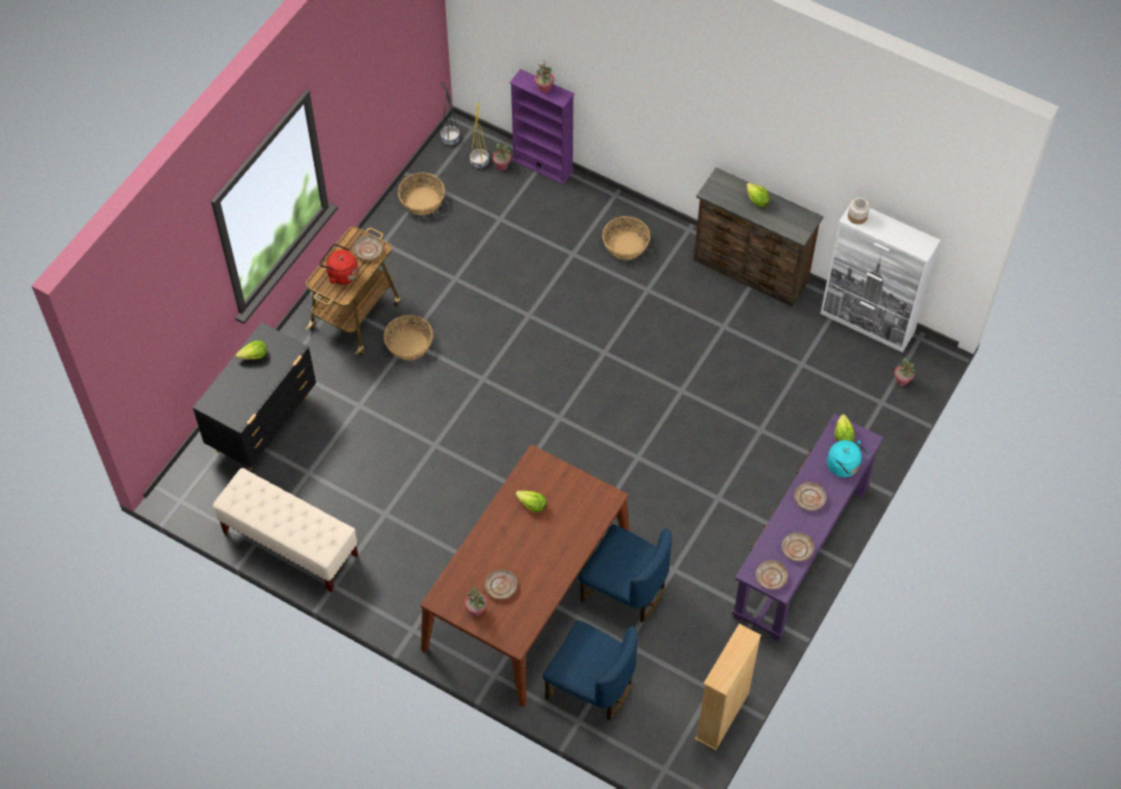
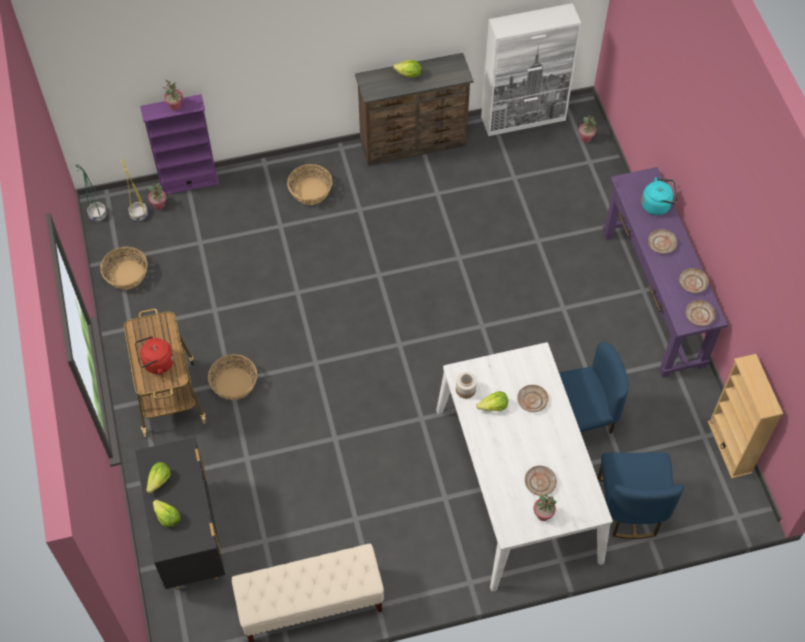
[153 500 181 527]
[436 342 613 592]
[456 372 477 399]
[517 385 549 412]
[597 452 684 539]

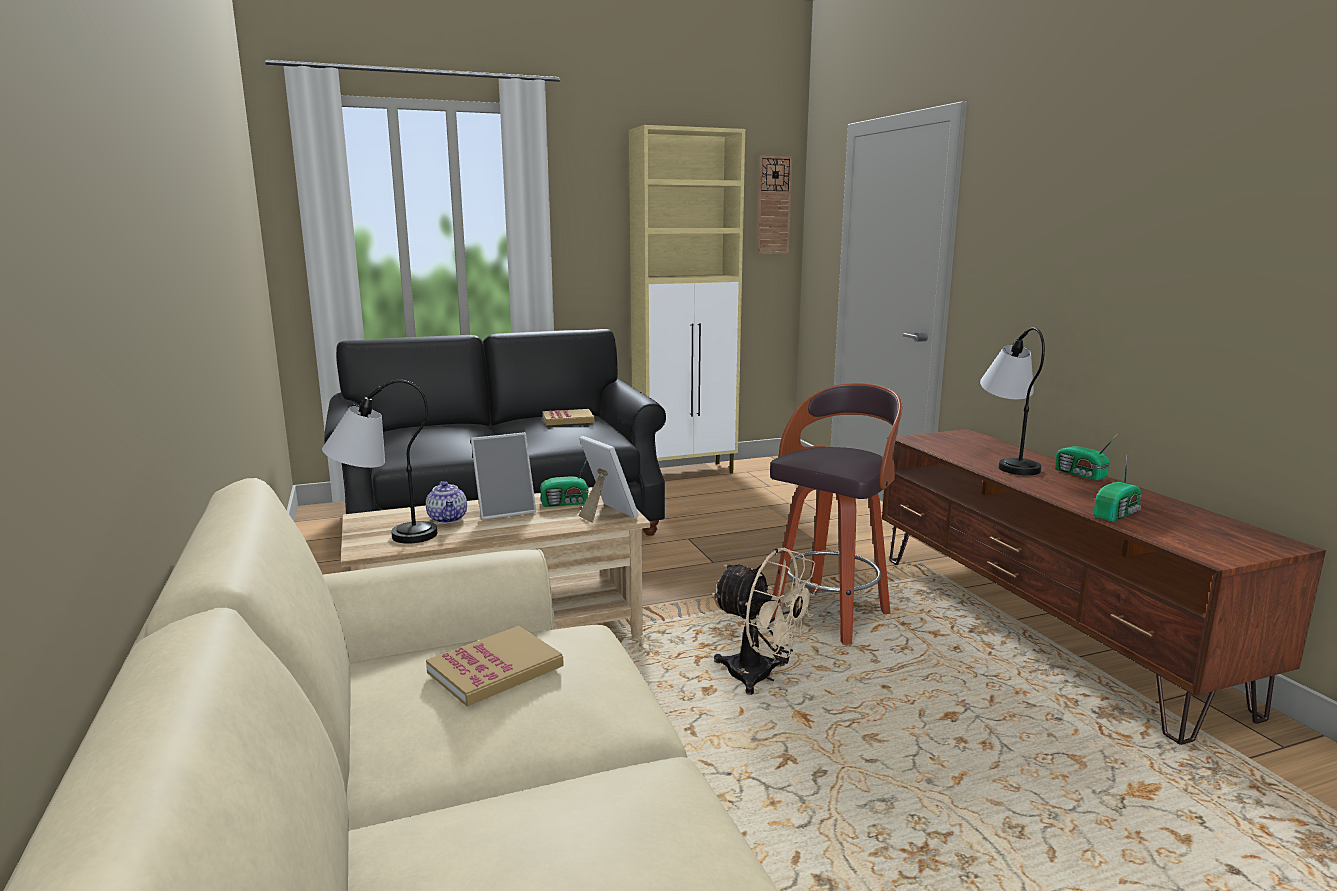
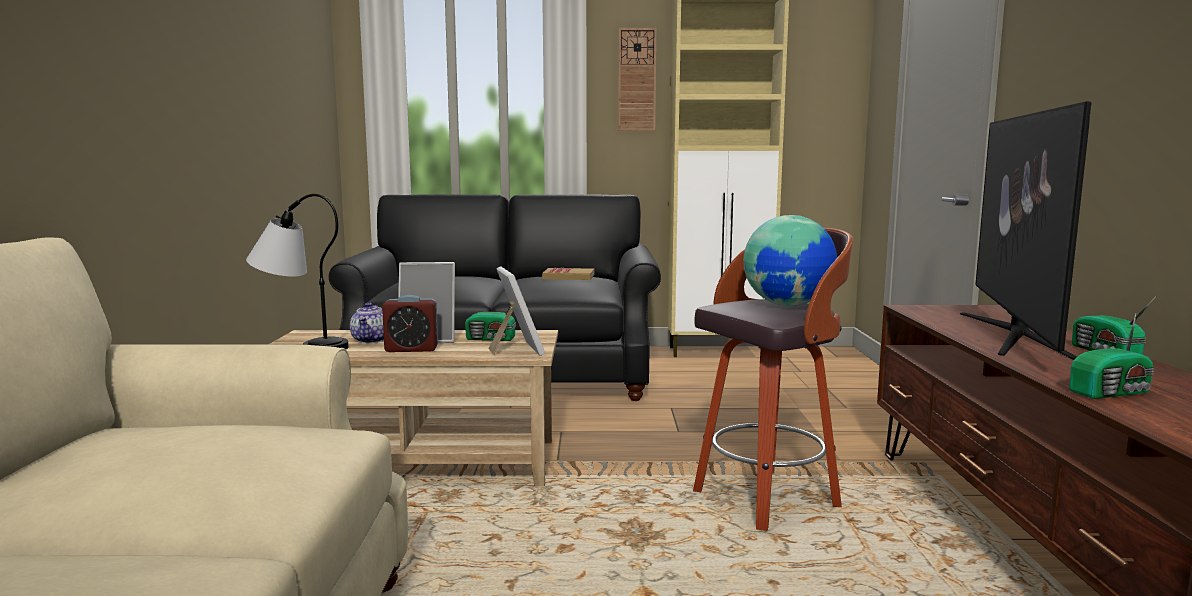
[382 295 438 352]
[618 28 657 131]
[743 215 837 306]
[960 101 1091 360]
[426 626 564 707] (first image)
[712 548 819 695] (first image)

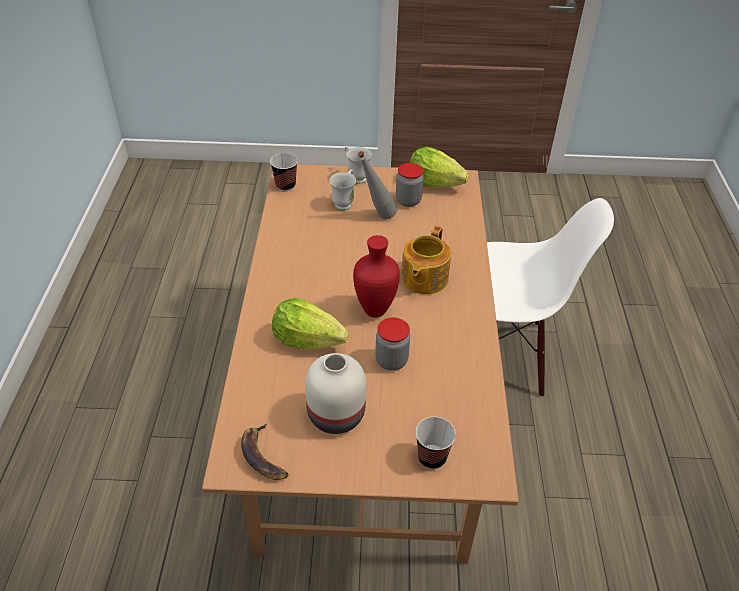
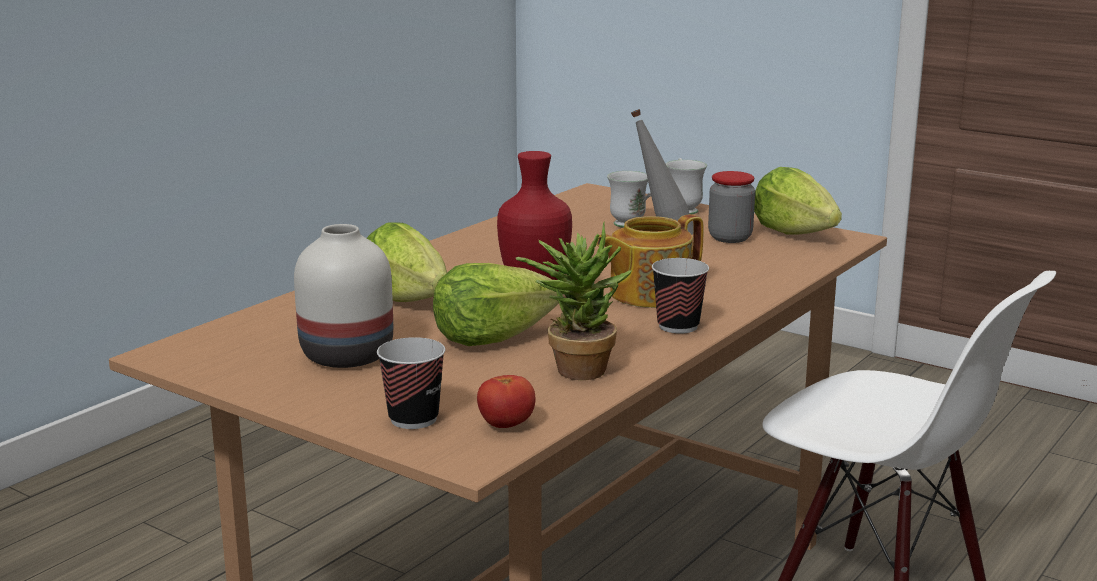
[433 263 559 346]
[477 375 535 428]
[516 222 632 380]
[652 258 709 334]
[241 423 288 480] (first image)

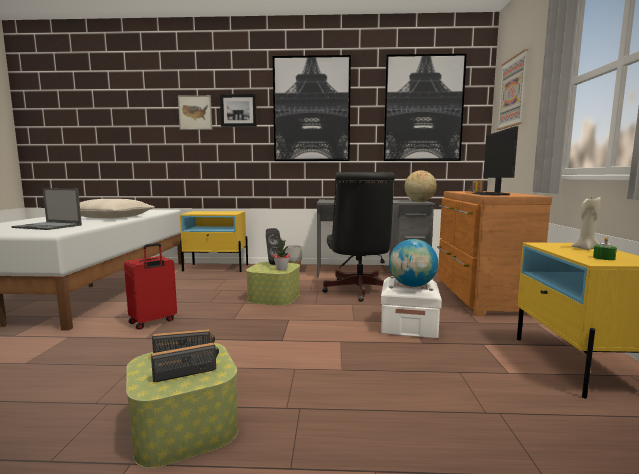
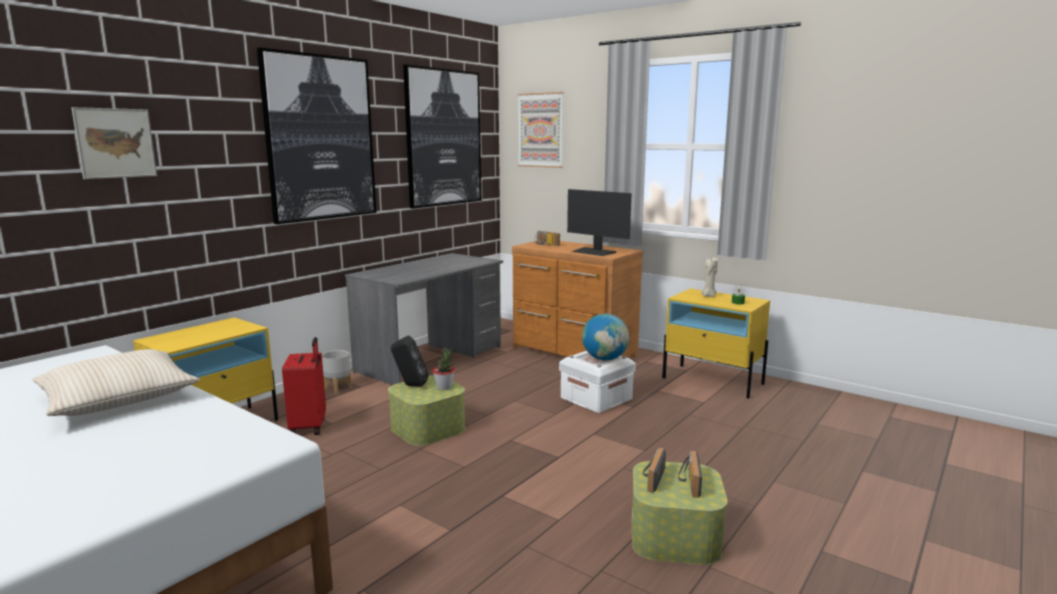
[282 337 326 435]
[11 188 82 230] (first image)
[220 94 257 127] (first image)
[322 172 395 302] (first image)
[404 170 437 202] (first image)

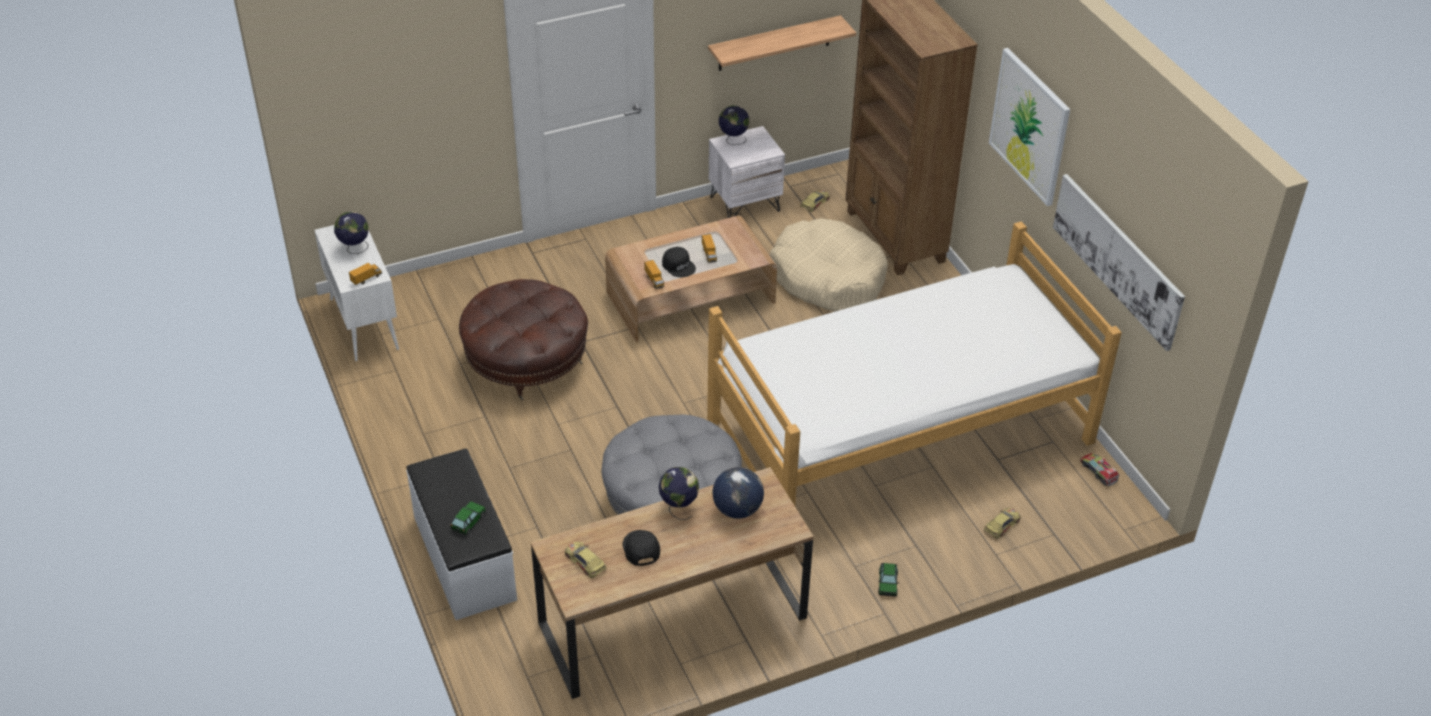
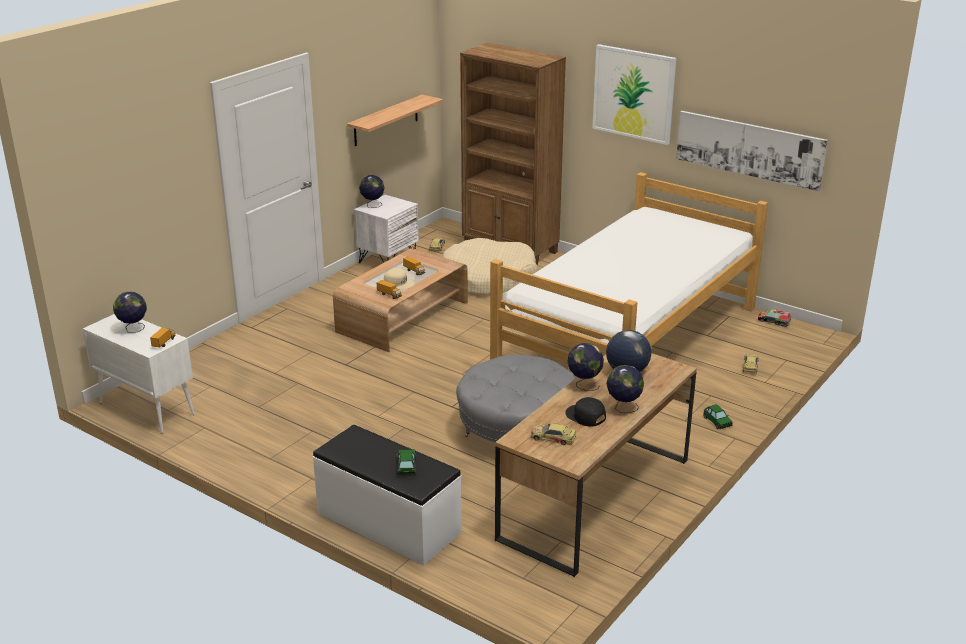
[384 268 415 289]
[606 365 644 413]
[459 279 588 400] (first image)

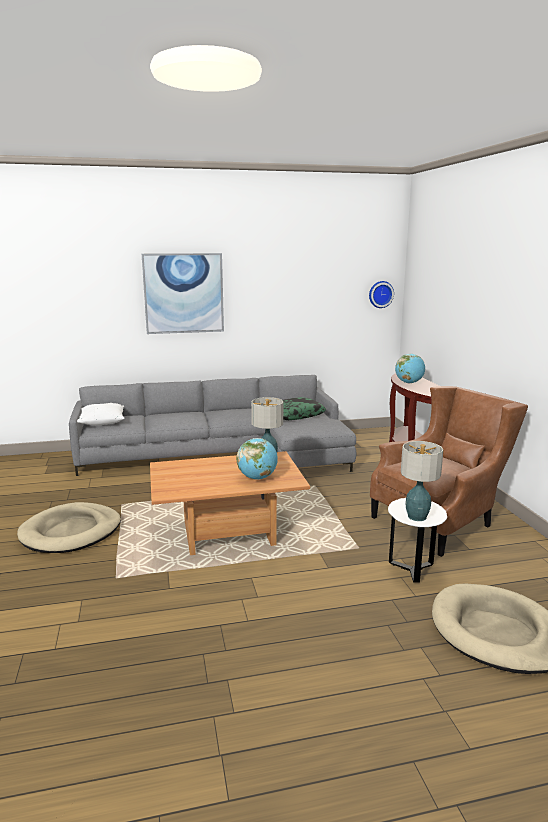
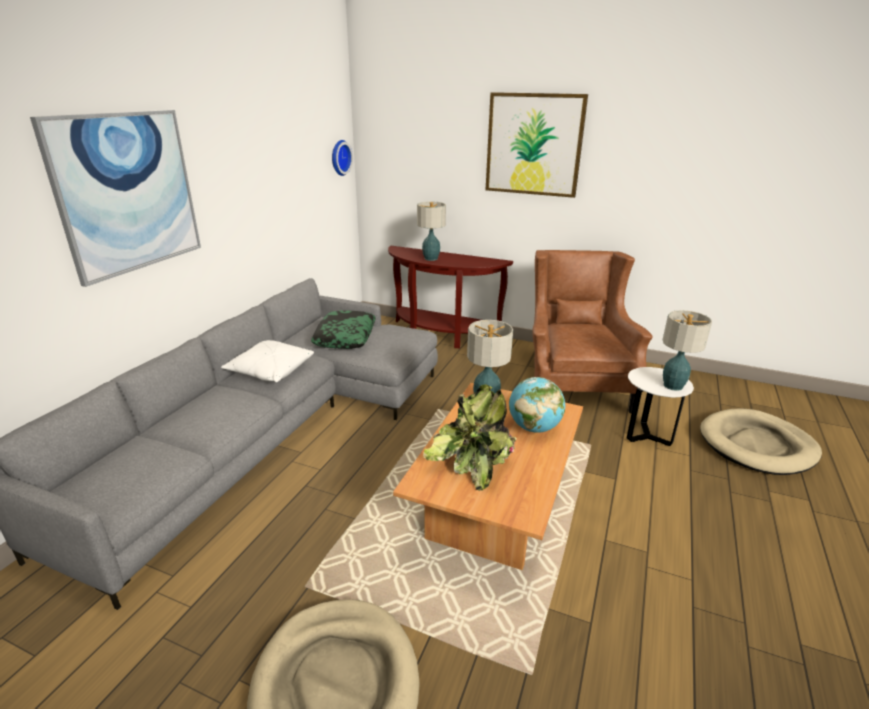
[221 340 314 382]
[417 201 446 261]
[423 384 517 491]
[486 92 588 198]

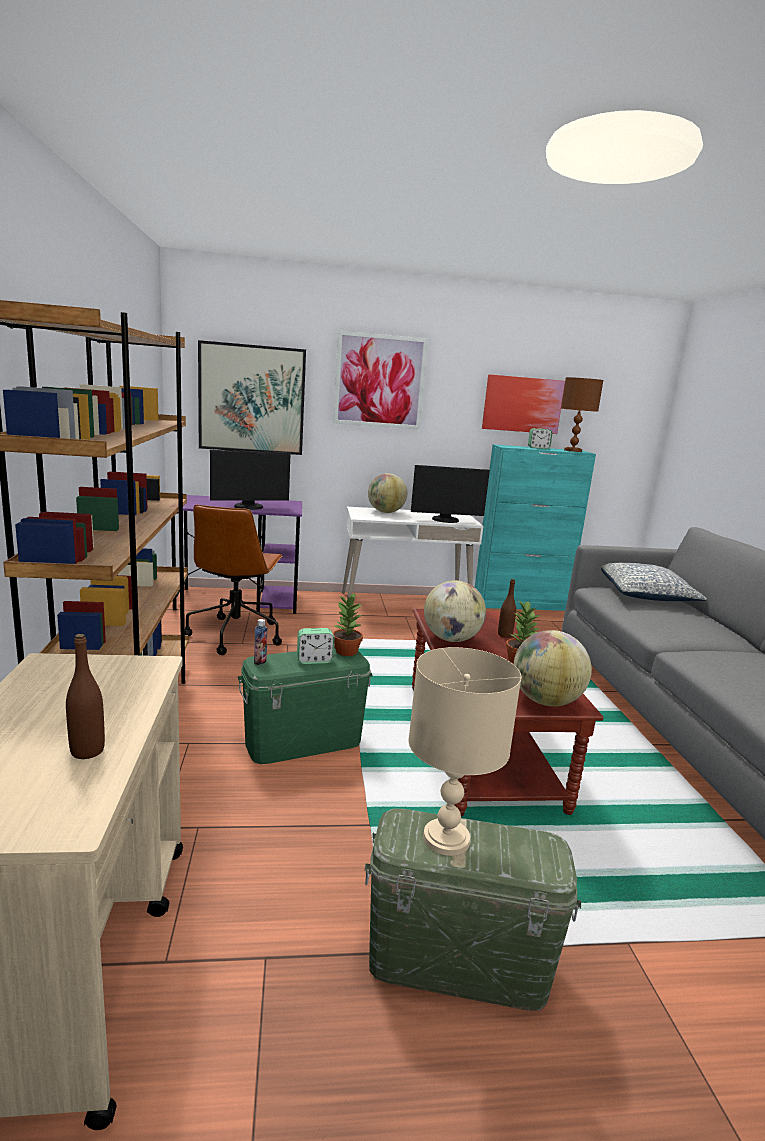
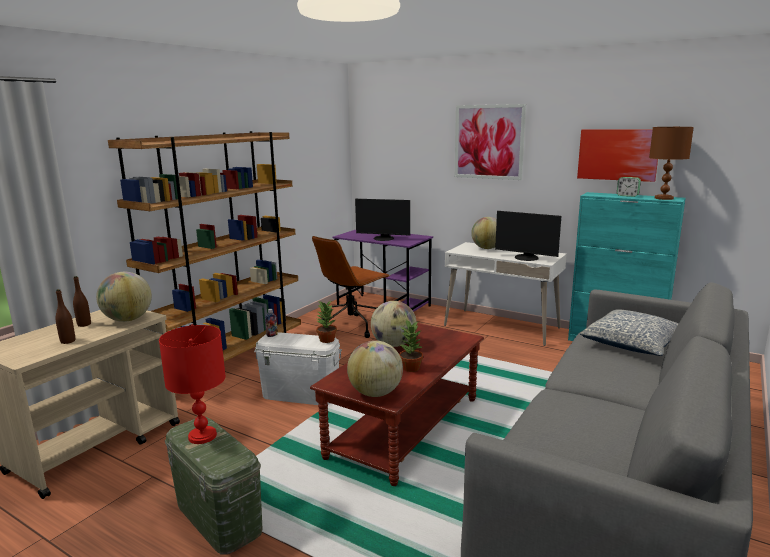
[73 276 91 327]
[96 272 152 322]
[159 325 226 444]
[254 332 342 405]
[198 340 306 455] (first image)
[297 628 335 664] (first image)

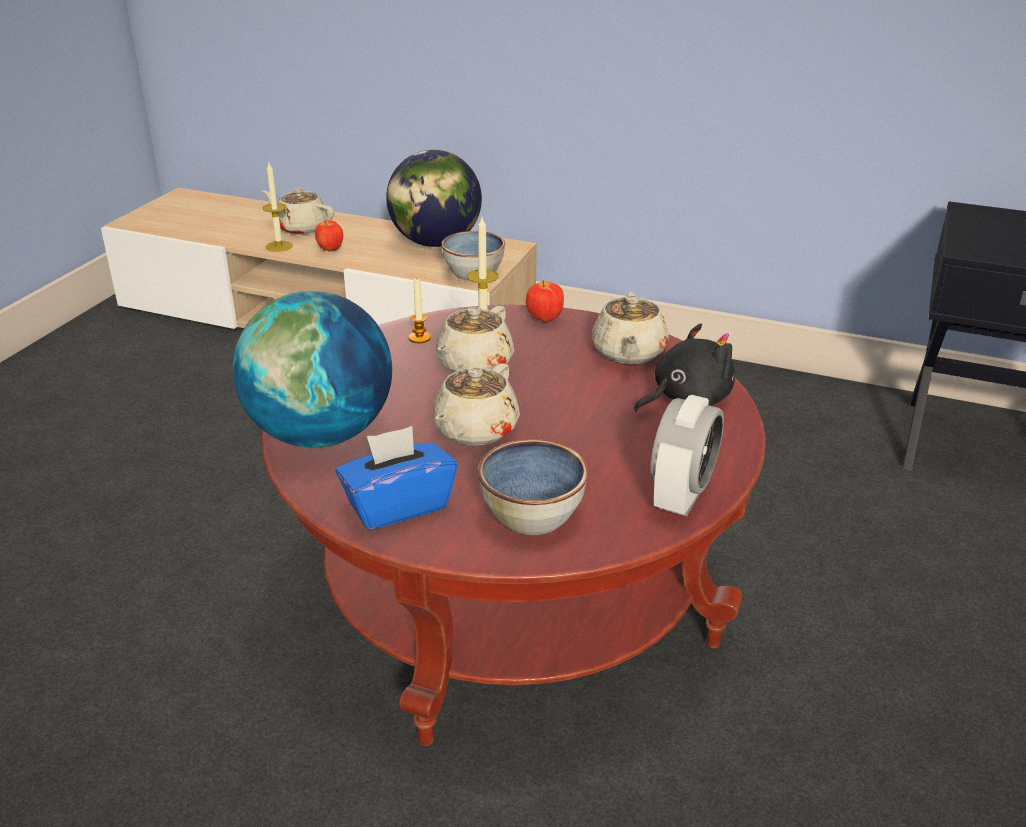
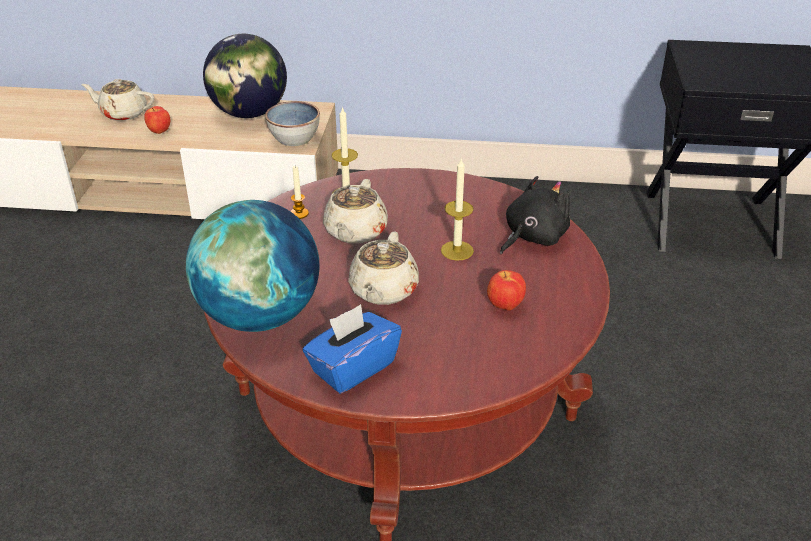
[441 159 474 261]
[487 270 526 311]
[478 439 588 535] (first image)
[592 292 669 364] (first image)
[651 395 724 516] (first image)

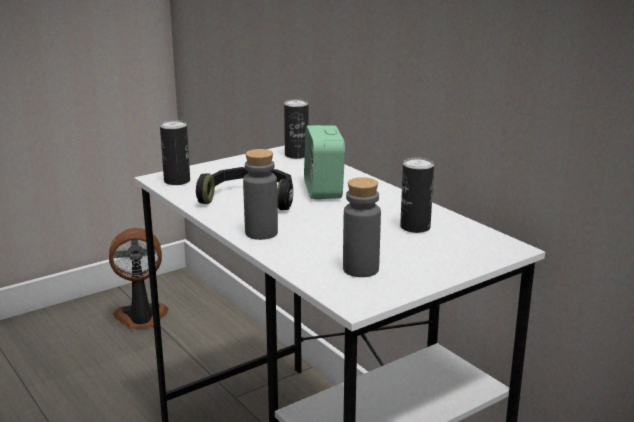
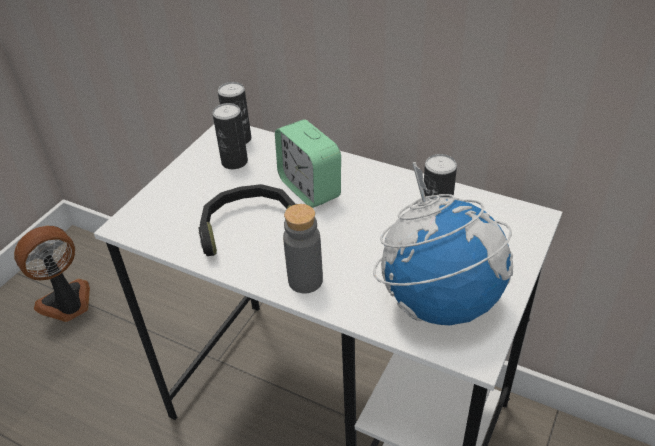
[212 103 248 169]
[373 162 513 325]

